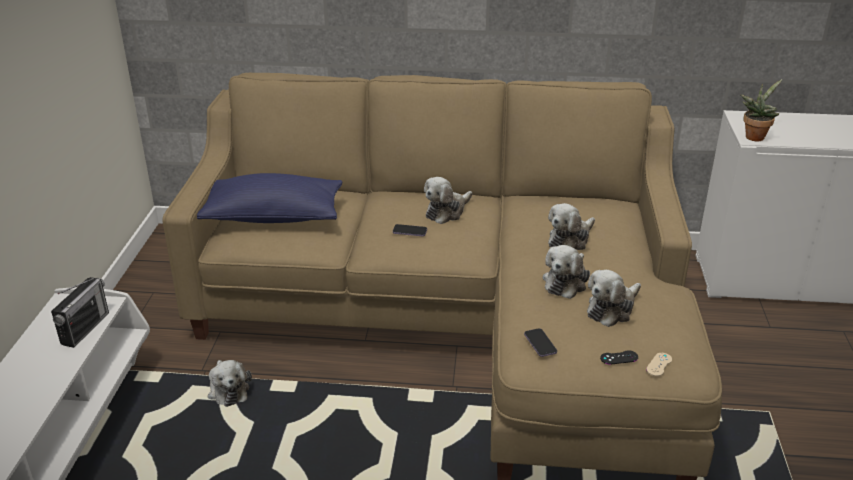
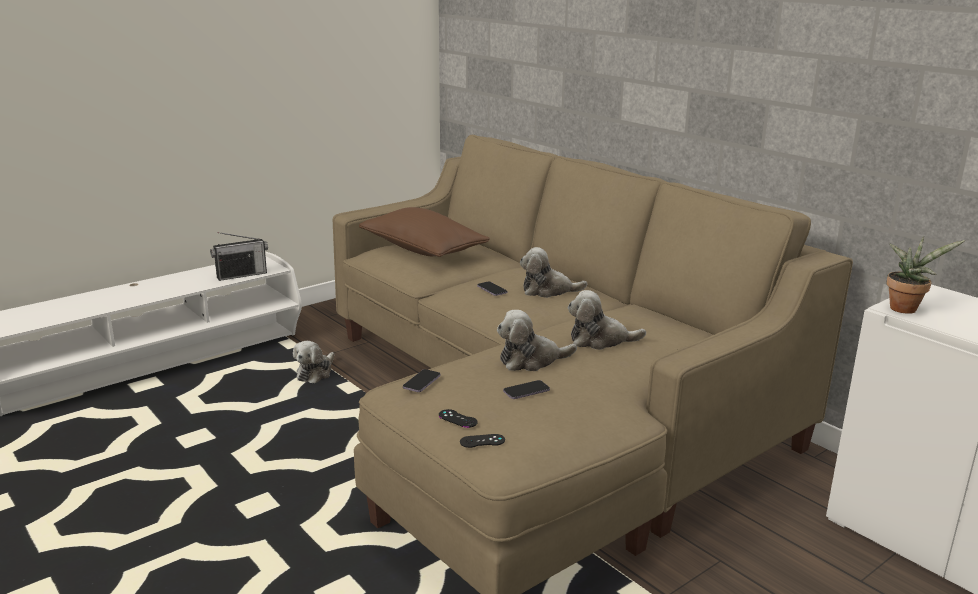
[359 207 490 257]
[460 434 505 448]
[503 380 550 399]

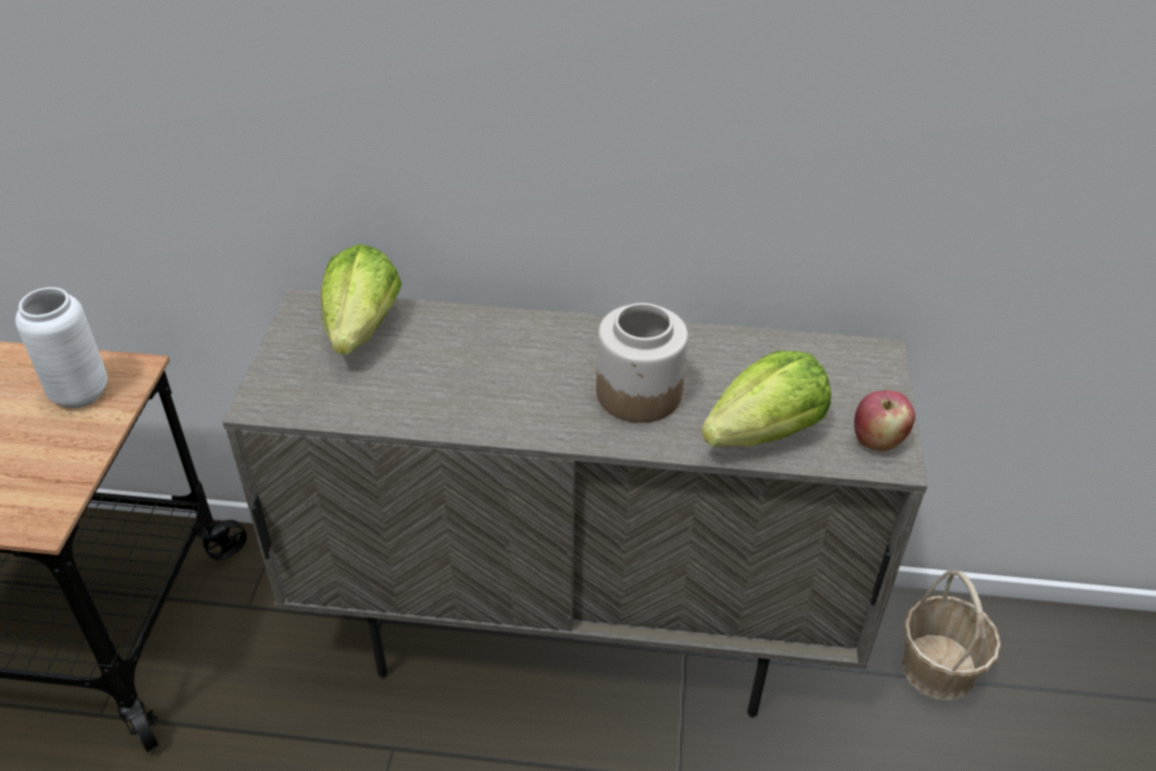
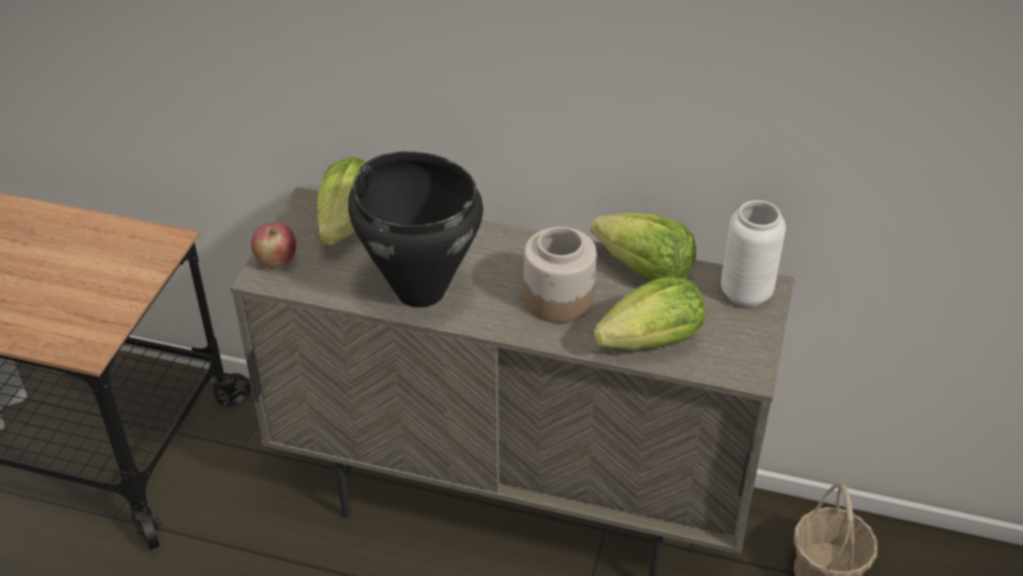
[251 223 296 268]
[348 151 483 308]
[591 213 696 280]
[721 200 786 307]

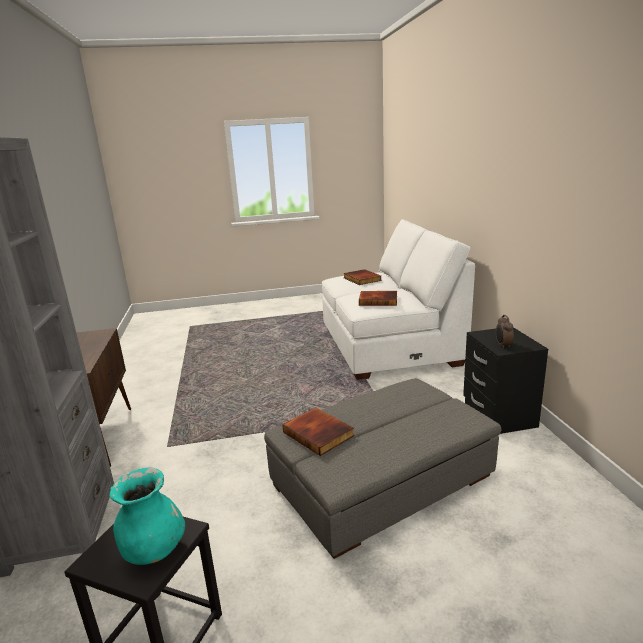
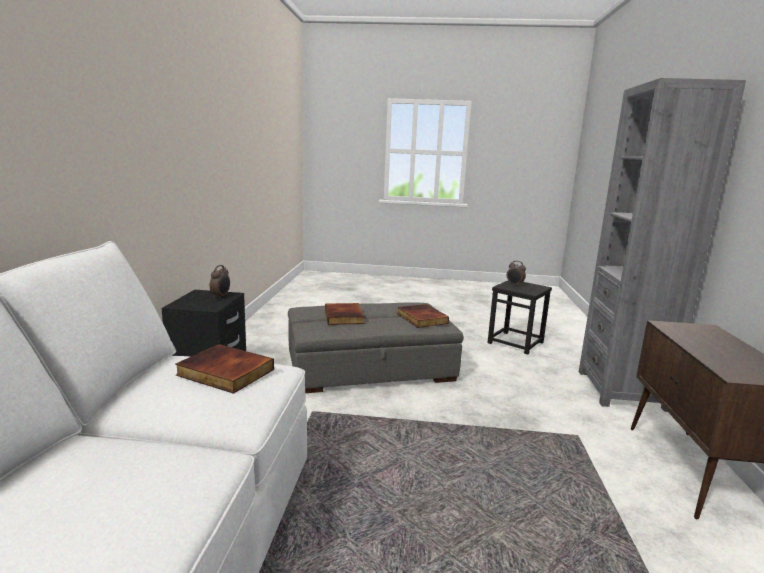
[325 303 365 325]
[507 261 526 287]

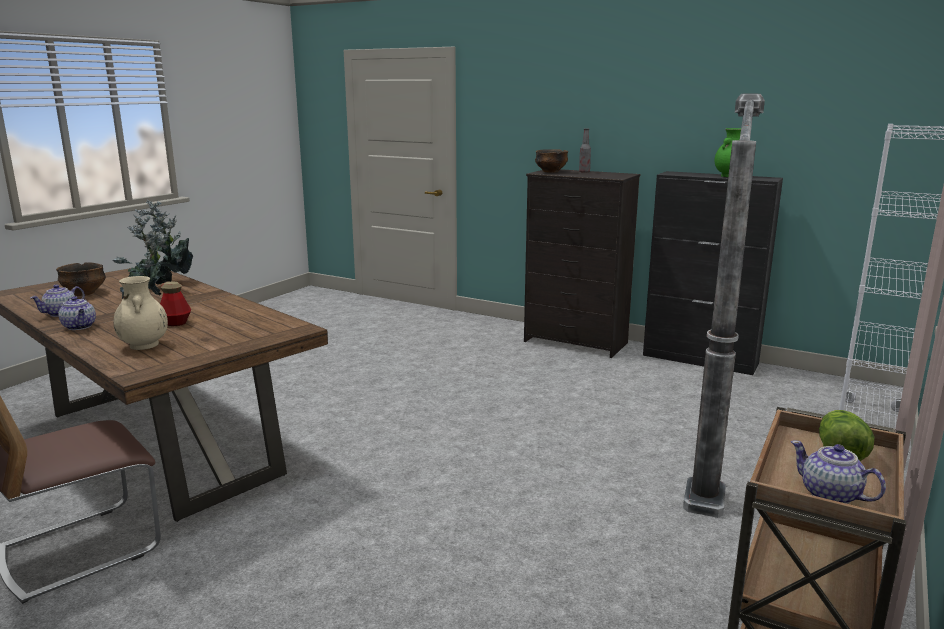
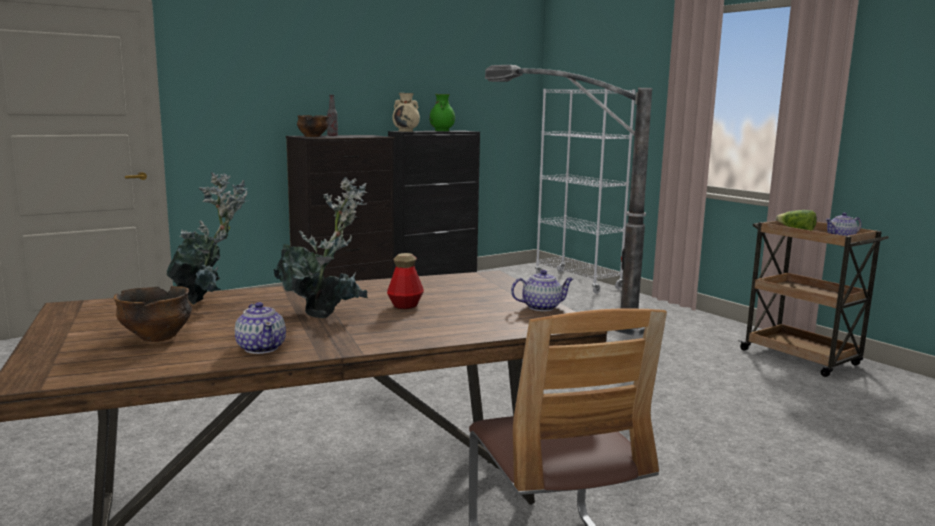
[392 93 420 132]
[511 270 573 311]

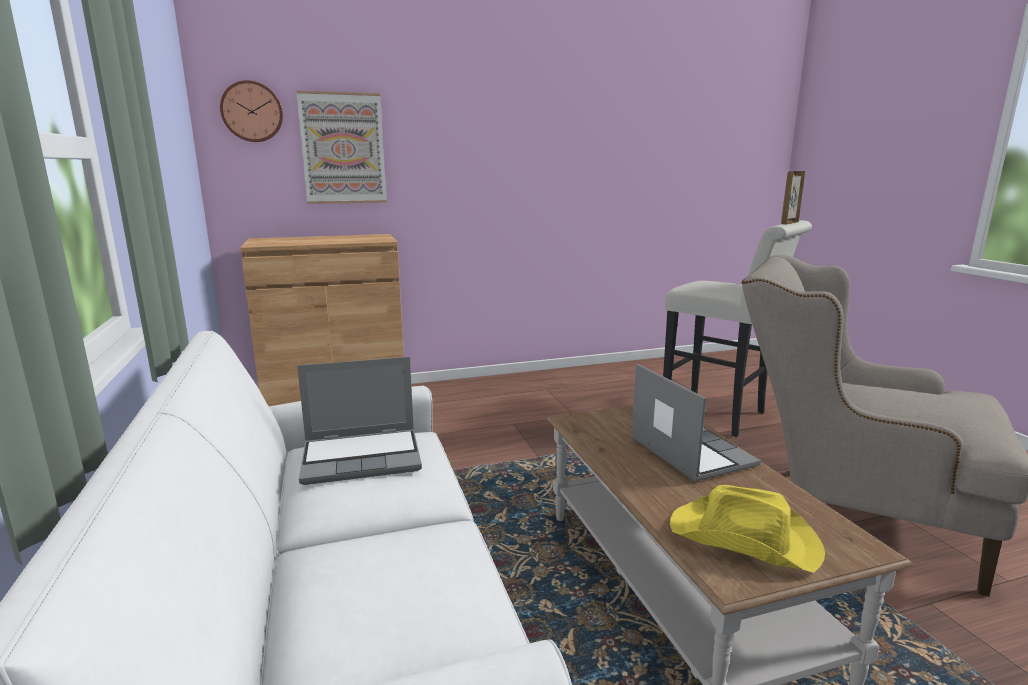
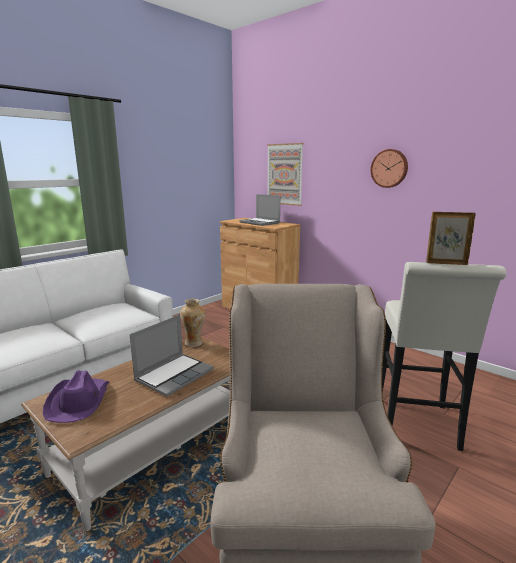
[43 370 109 423]
[180 299 205 347]
[239 194 280 226]
[370 149 408 188]

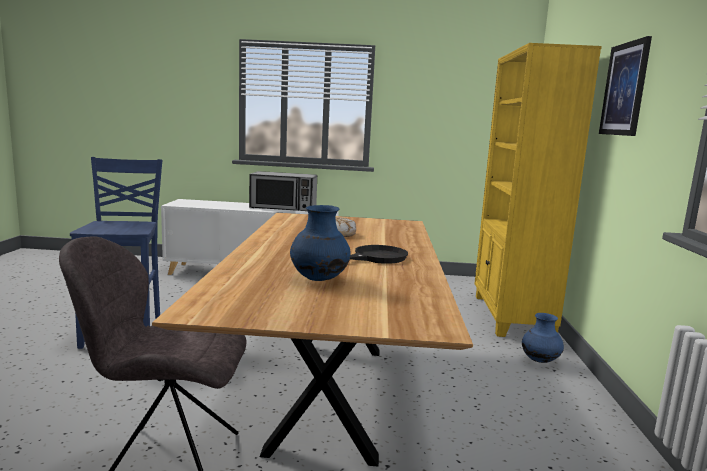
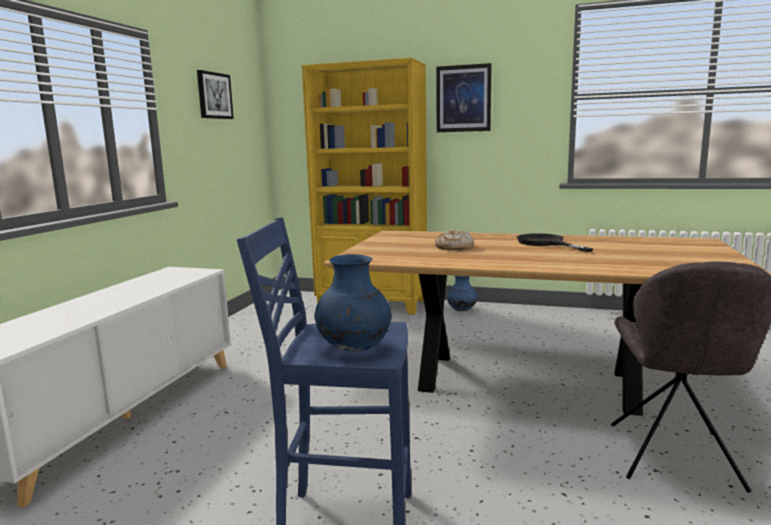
[197 70 234 119]
[314 254 392 351]
[249 171 317 211] (first image)

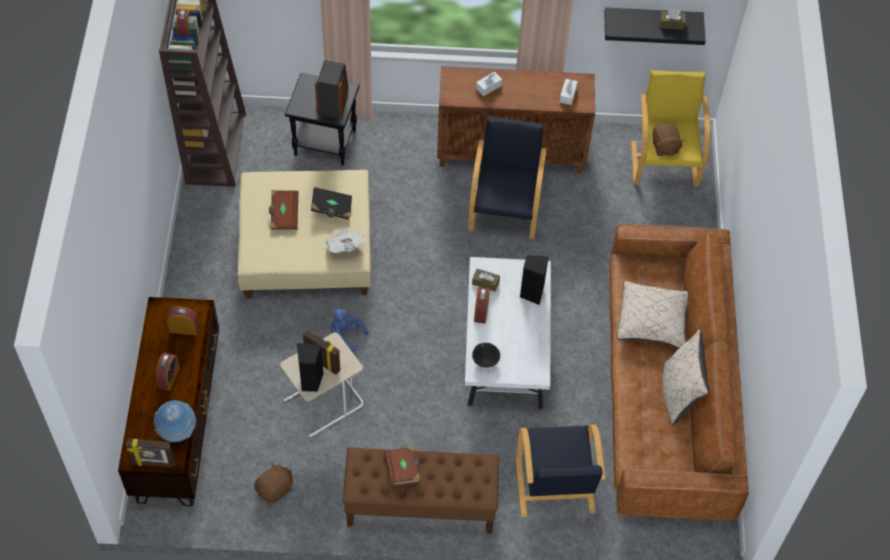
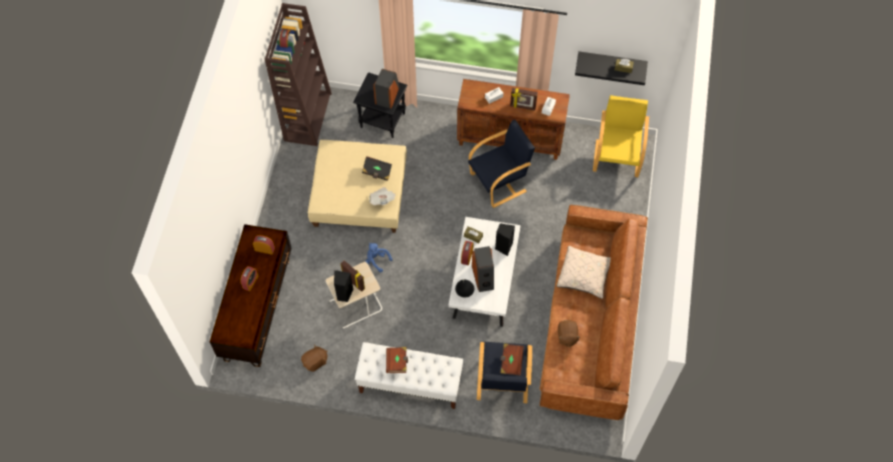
[355 342 463 409]
[468 120 535 208]
[472 246 494 292]
[501 343 524 375]
[510 88 538 110]
[558 320 580 348]
[154 401 196 442] (first image)
[662 330 709 425] (first image)

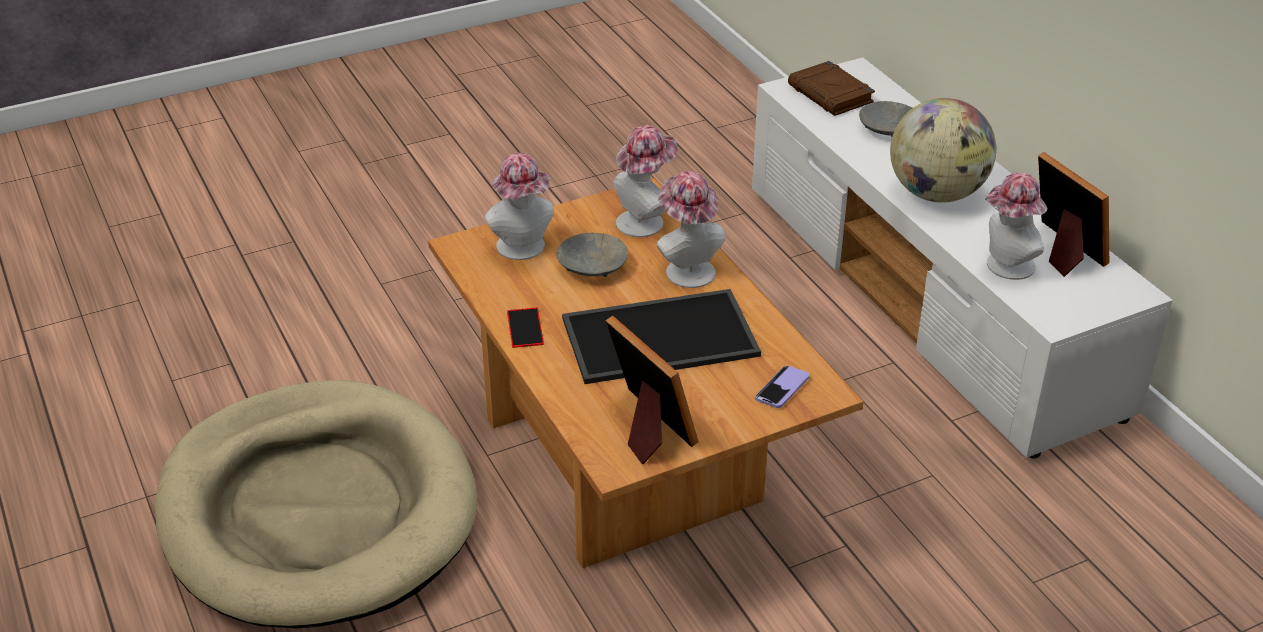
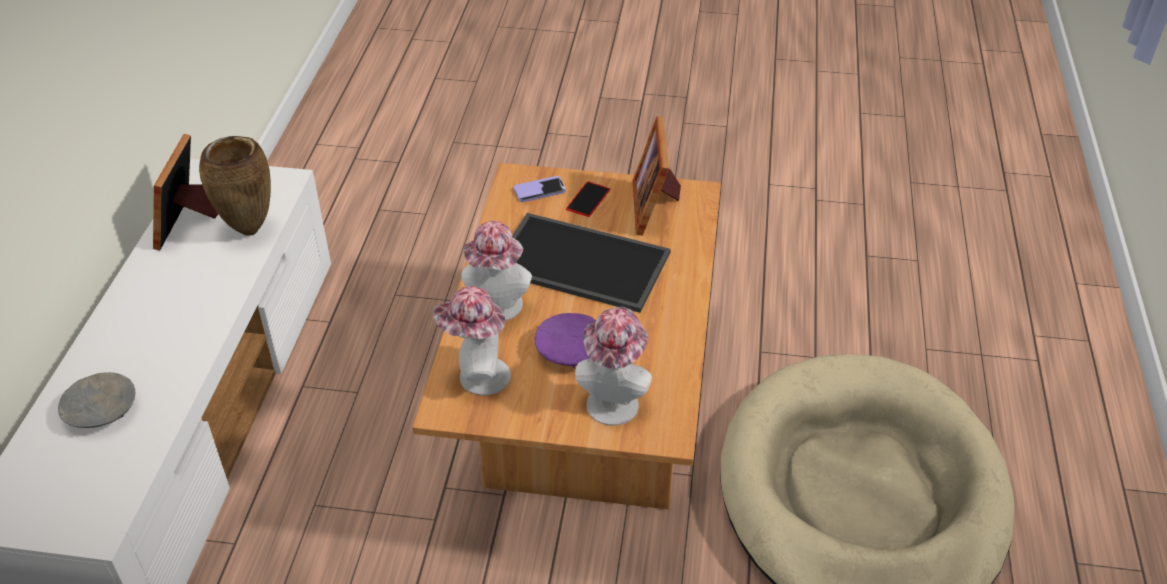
[199 136 271 236]
[535 313 595 368]
[566 181 610 217]
[788 61 875 116] (first image)
[890 98 996 203] (first image)

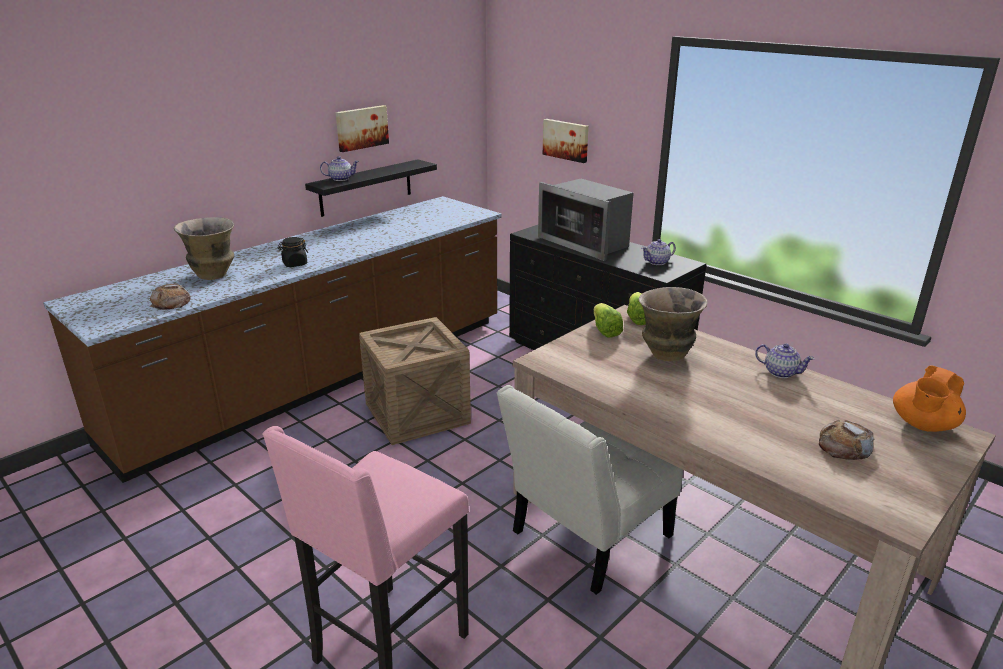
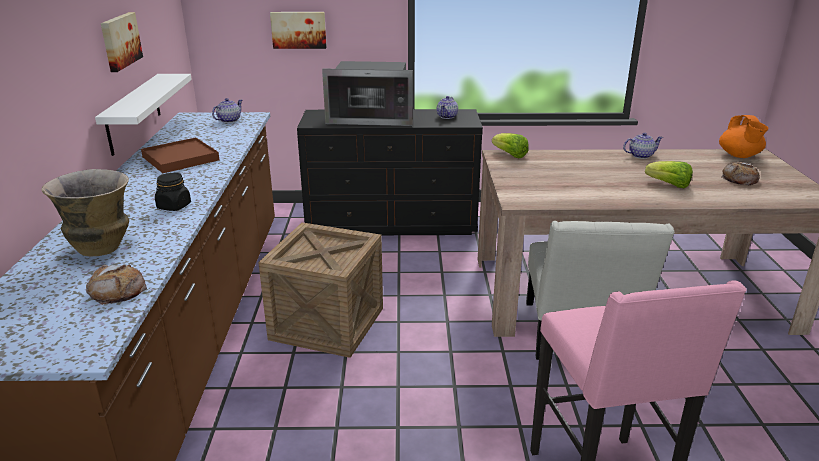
[95 74 192 156]
[141 137 219 173]
[212 98 242 123]
[645 161 693 188]
[639 287 707 361] (first image)

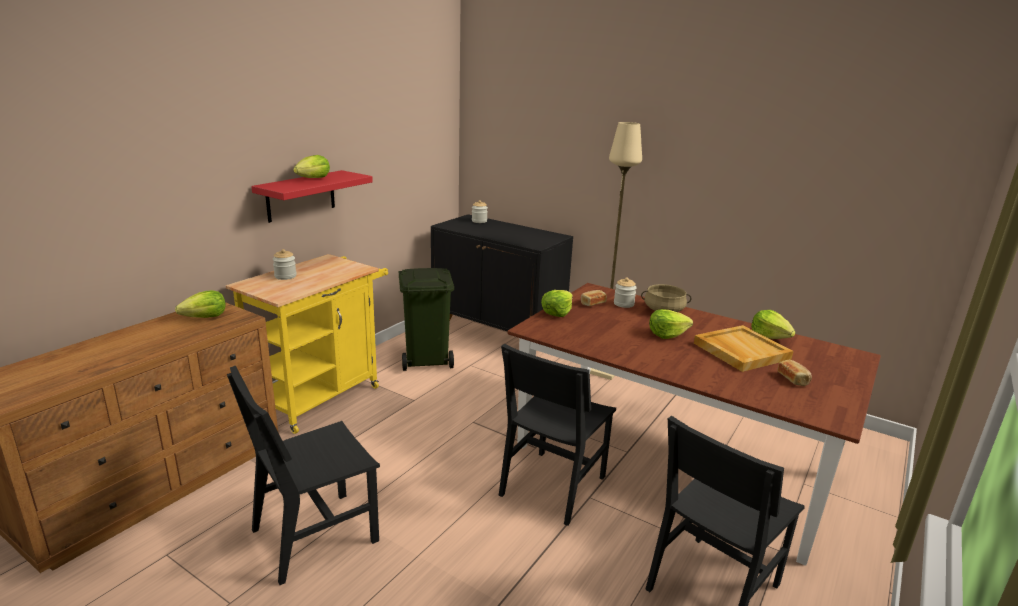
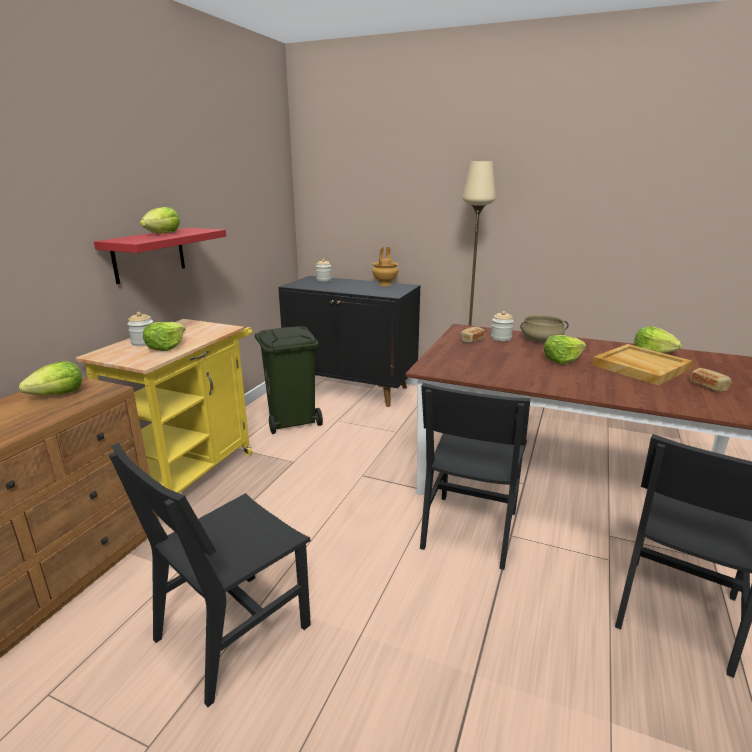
[143 322 186 351]
[372 247 398 286]

